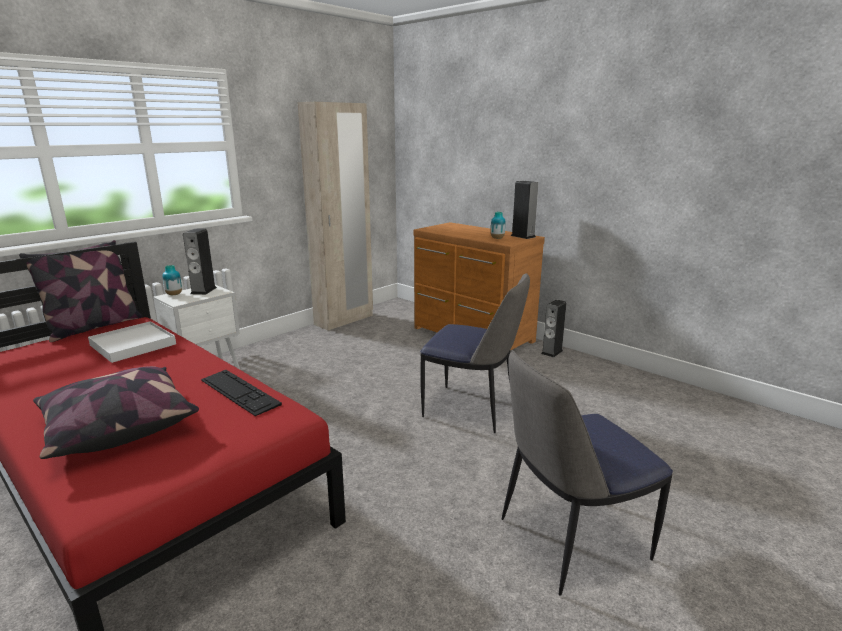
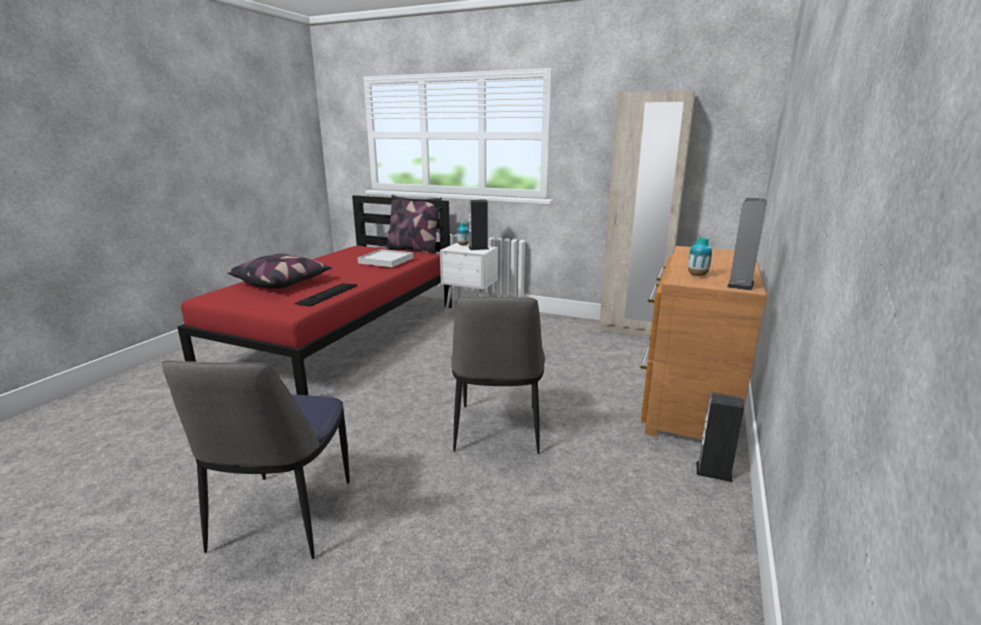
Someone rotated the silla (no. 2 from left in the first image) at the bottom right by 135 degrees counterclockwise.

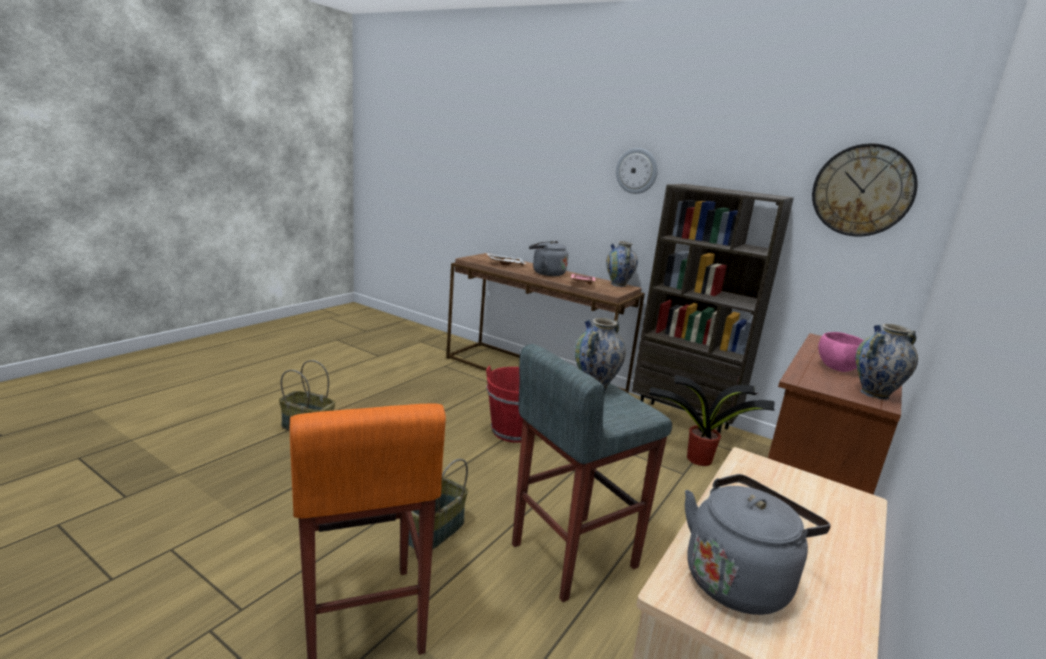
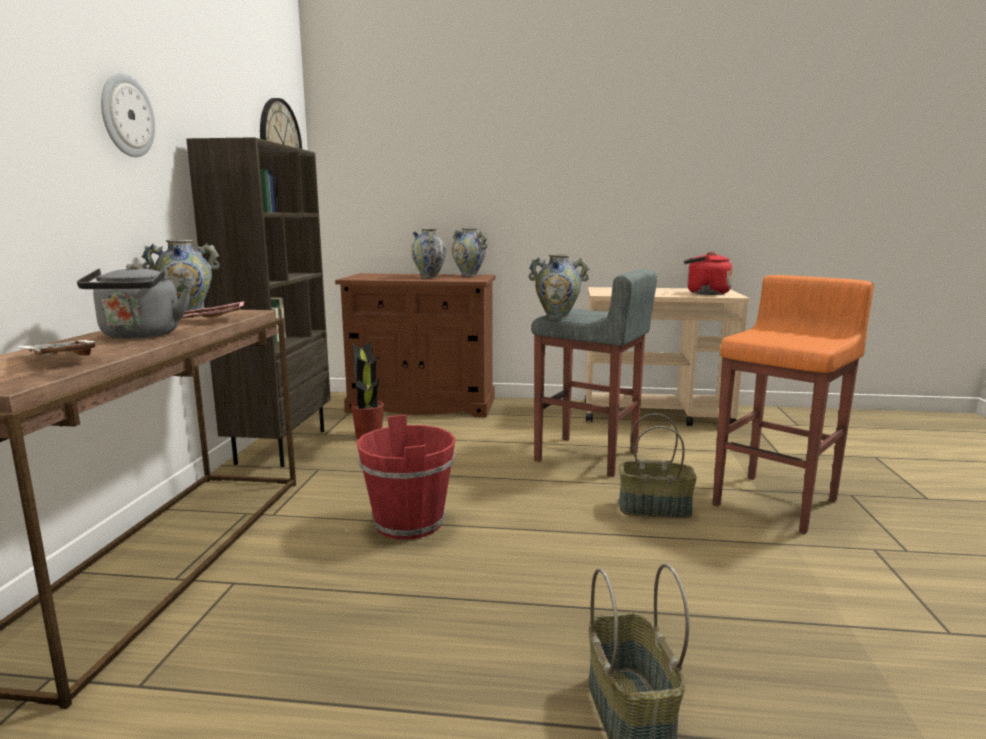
Someone swapped the cuenco/rosa at the middle right for the florero (no. 2 from left) at the centre. Someone repainted the hervidor/gris (no. 2 from left) at the bottom right, which became the hervidor/rojo at the middle right.

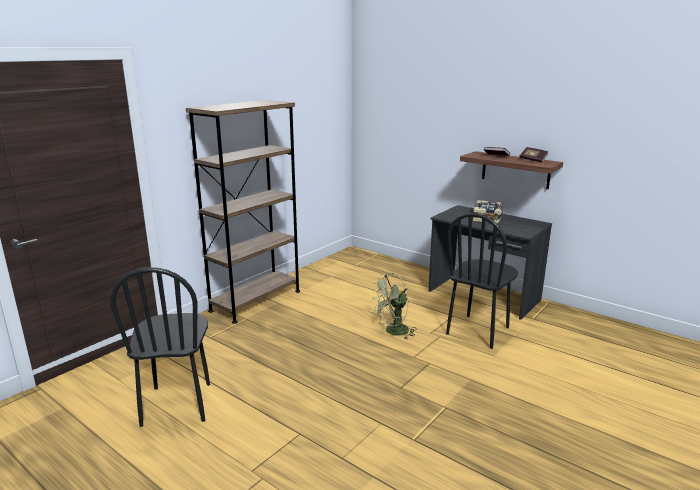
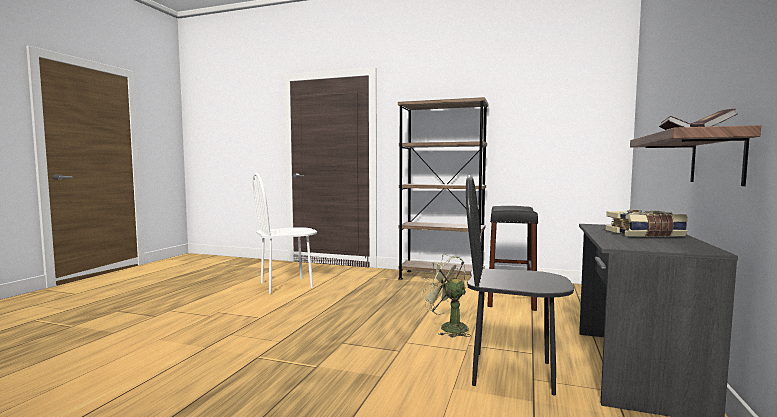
Someone repainted the silla/negro (no. 1 from left) at the bottom left, which became the silla/blanco at the centre. Someone put down the taburete/negro at the centre.

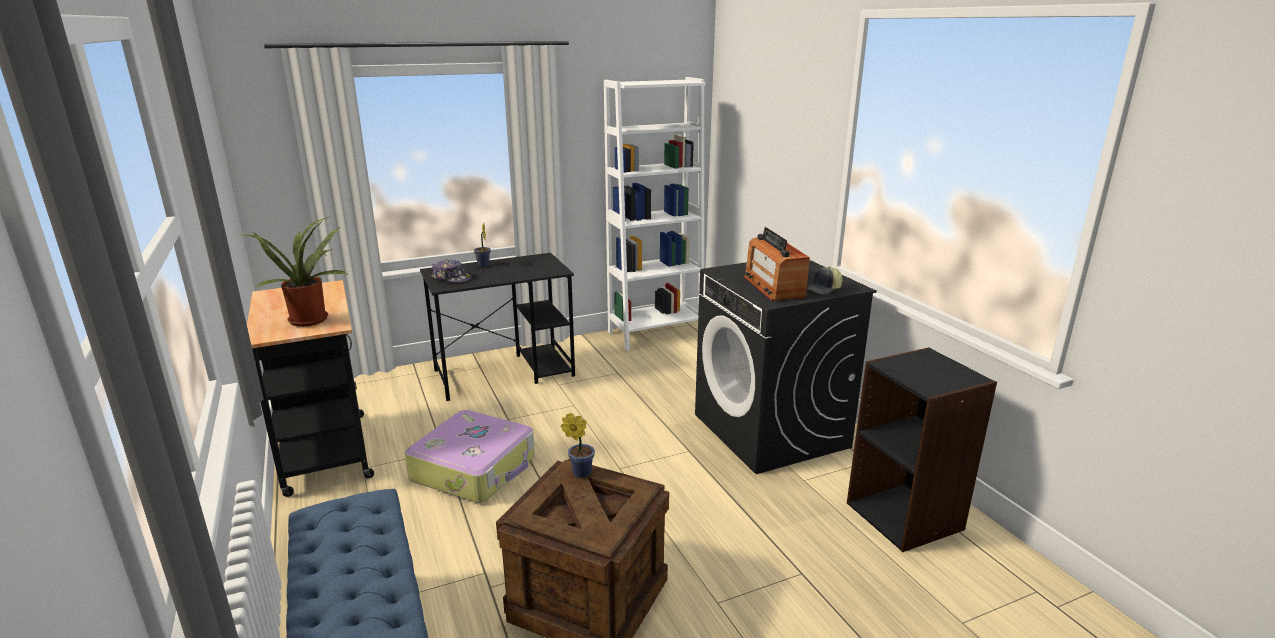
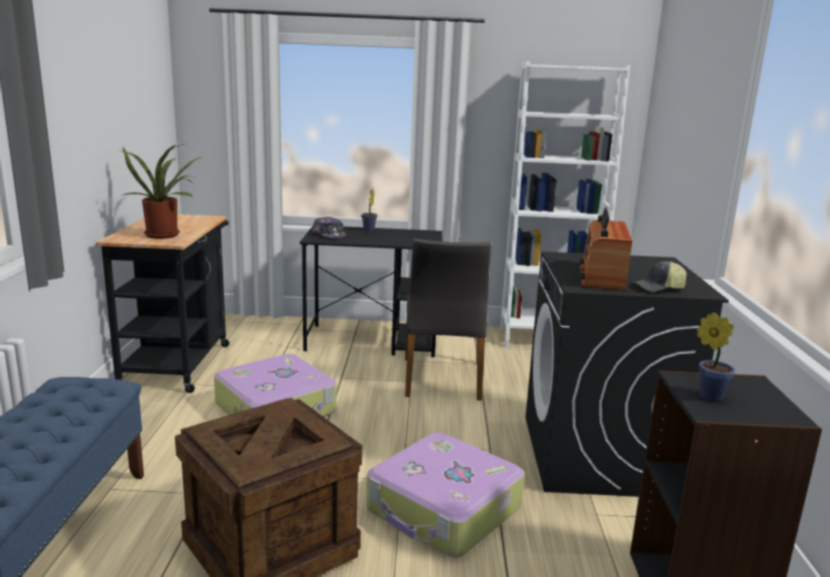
Someone put down the maleta (no. 2 from left) at the bottom centre. Someone put down the silla/gris at the centre. Someone carried the planta en maceta (no. 3 from left) from the bottom centre to the middle right.

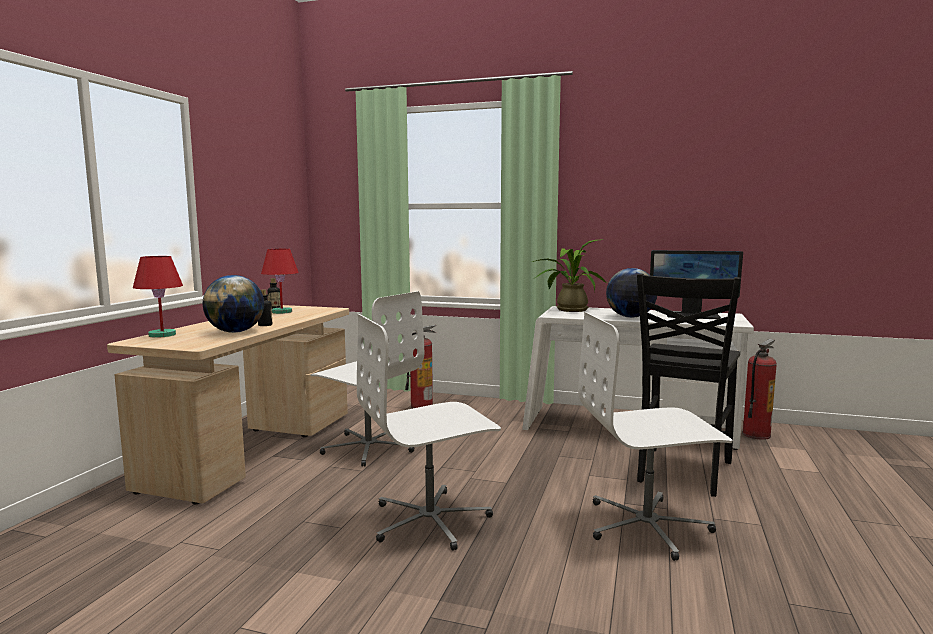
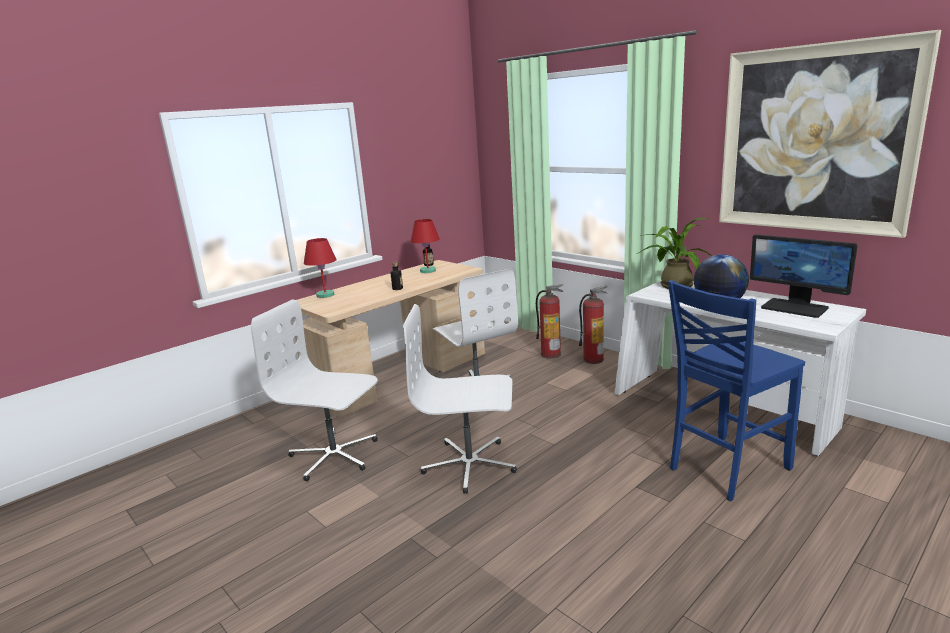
Someone carried the silla de oficina/blanco (no. 3 from left in the first image) from the bottom right to the middle left. Someone carried the extintor (no. 2 from left) from the middle right to the centre. Someone repainted the silla/negro at the middle right, which became the silla/azul at the middle right. Someone put up the cuadro at the top right. Someone took away the globo terráqueo (no. 1 from left) at the middle left.

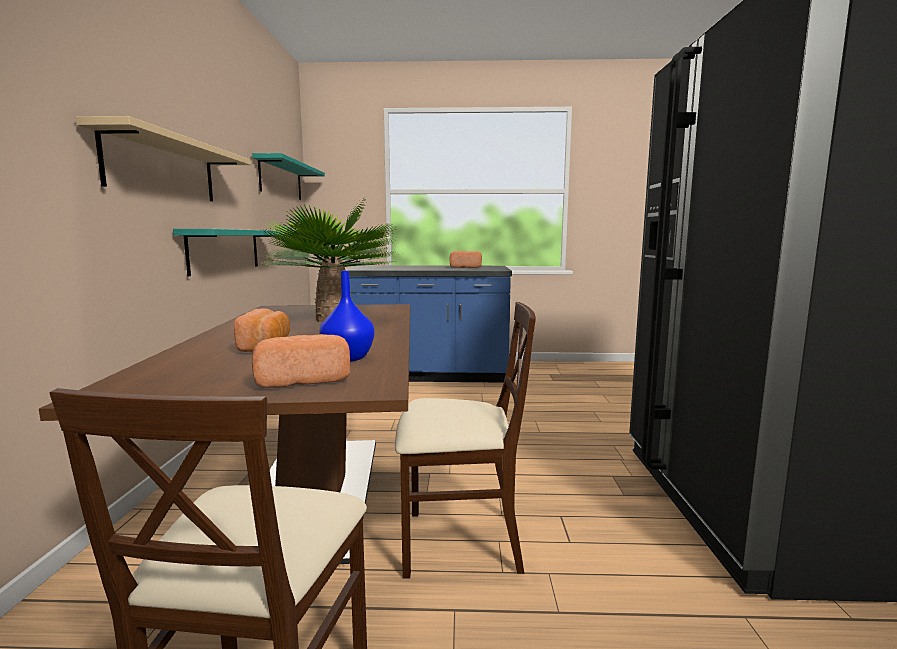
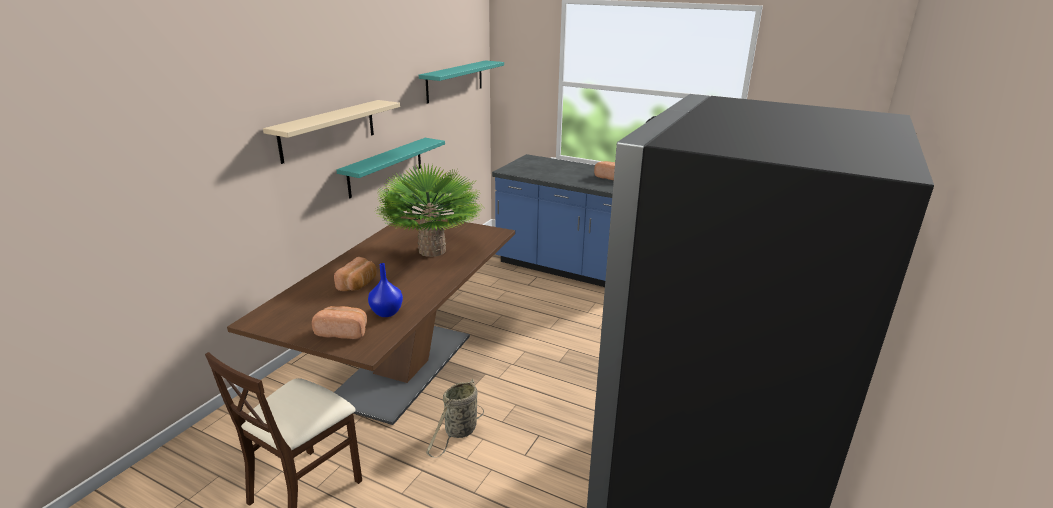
Someone swapped the silla/beis (no. 2 from left) at the bottom centre for the cesta at the bottom centre.

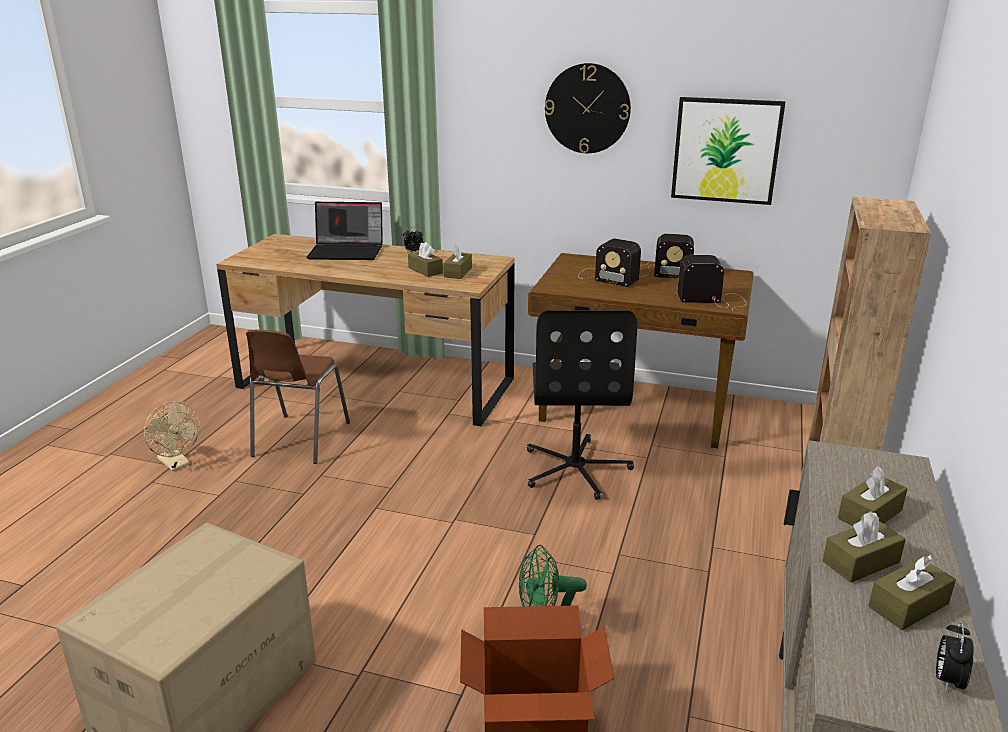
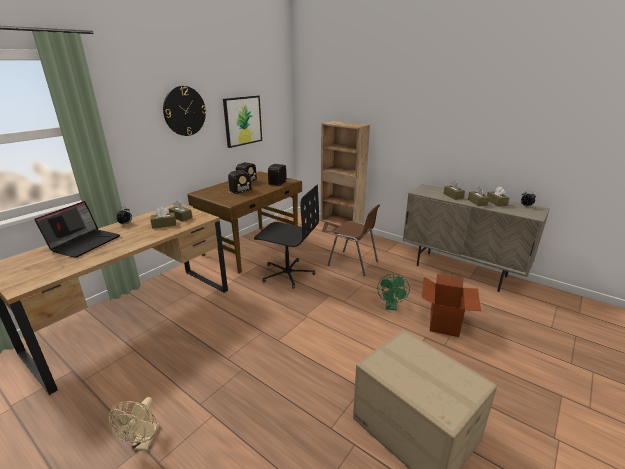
Someone rotated the ventilador/beis at the middle left by 120 degrees clockwise. Someone carried the silla/marrón from the middle left to the centre.

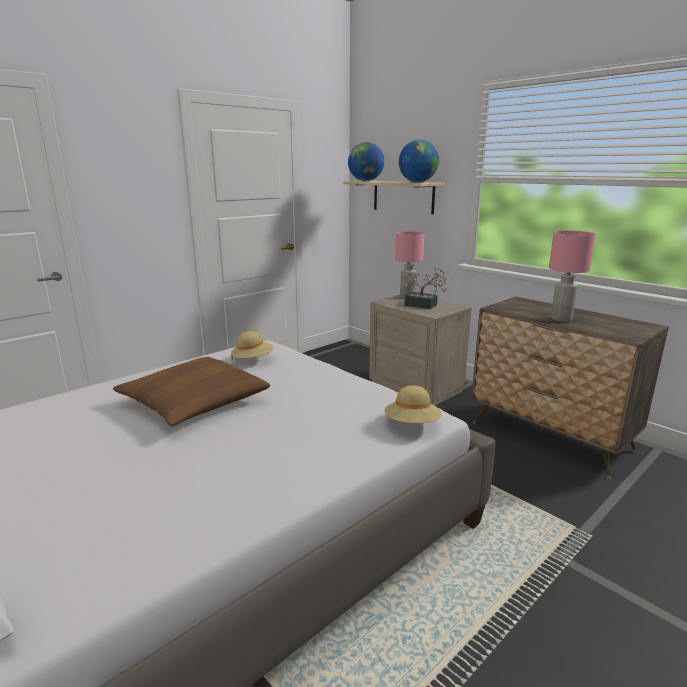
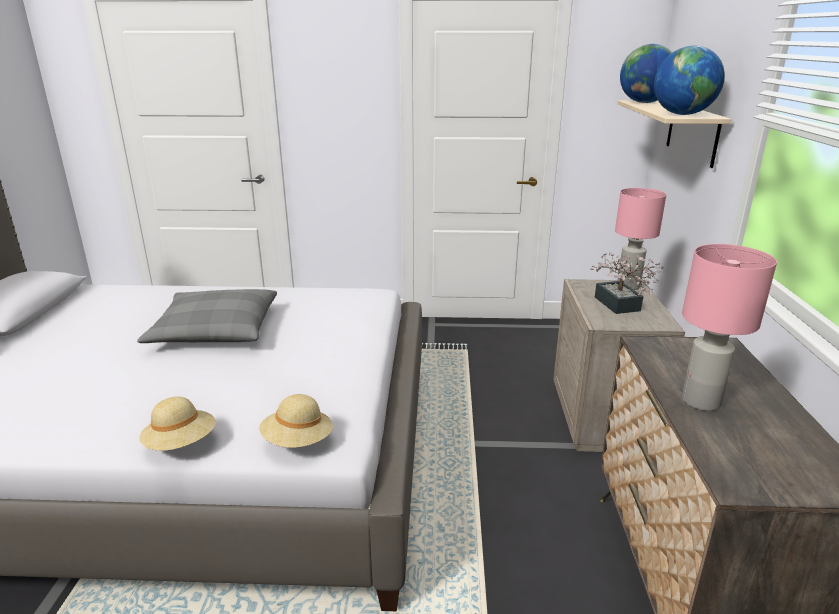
Someone repainted the cojín/marrón at the middle left, which became the cojín/gris at the middle left. Someone carried the sombrero/beis (no. 1 from left) from the centre to the bottom left.

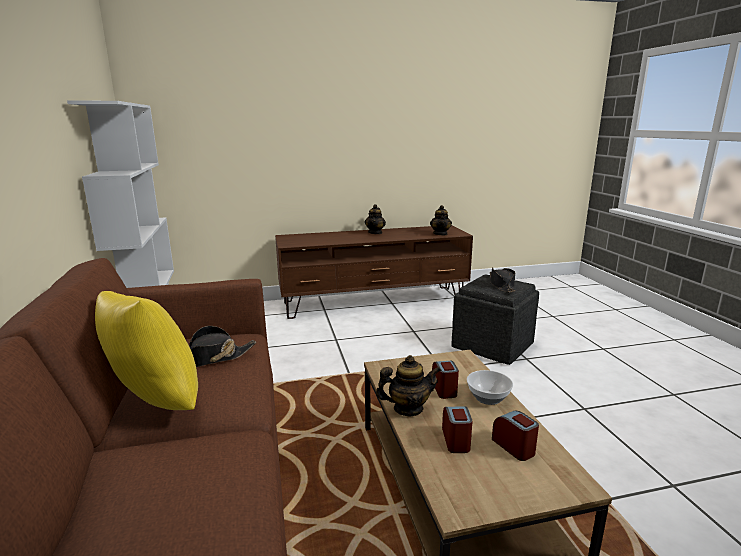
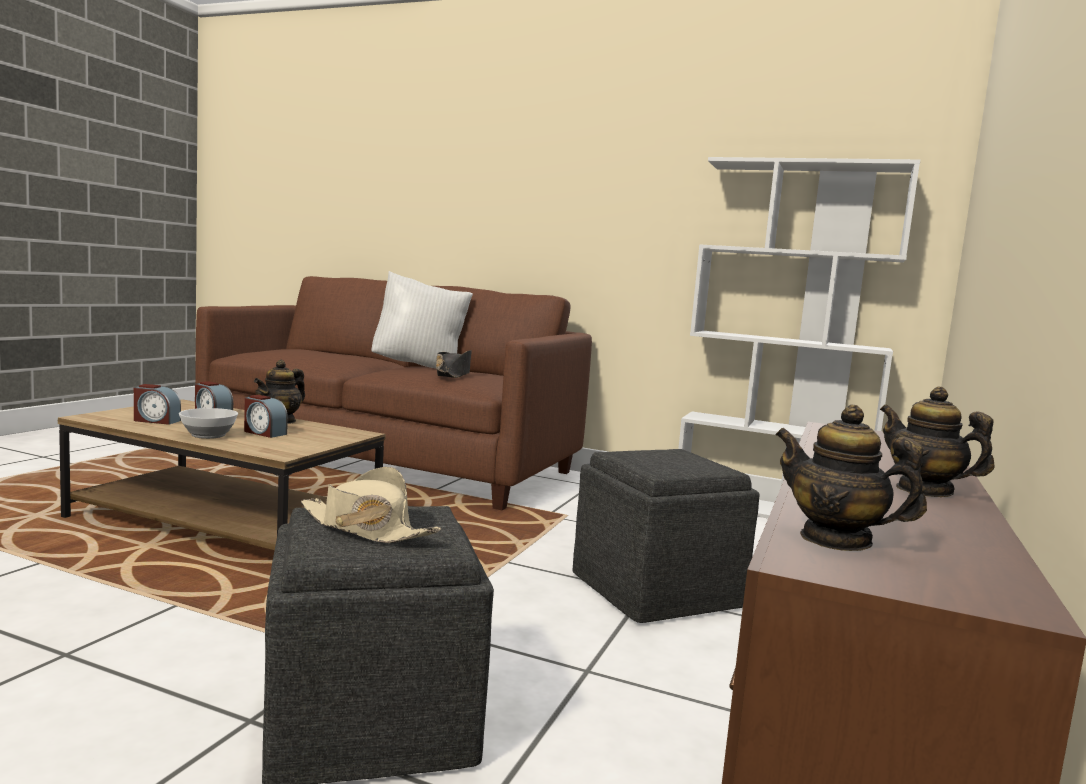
Someone repainted the sombrero/negro (no. 2 from left) at the middle right, which became the sombrero/beis at the centre. Someone repainted the cojín/amarillo at the middle left, which became the cojín/blanco at the centre. Someone put down the puf/gris (no. 2 from left) at the bottom centre.

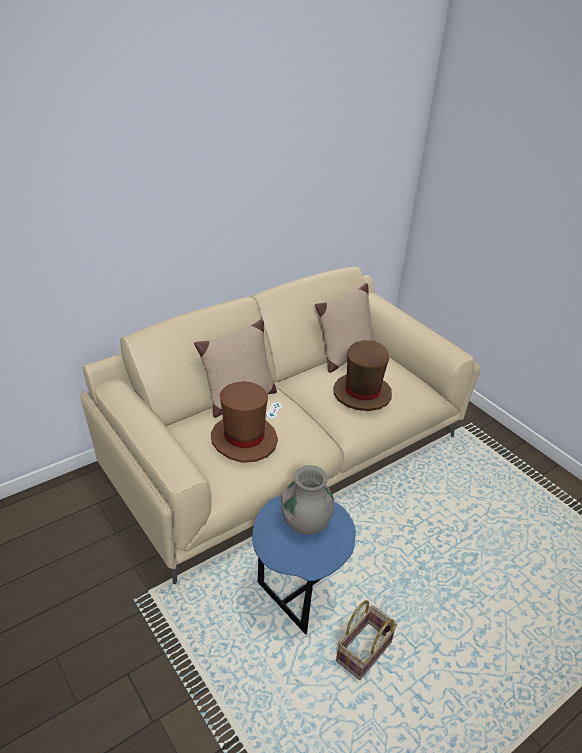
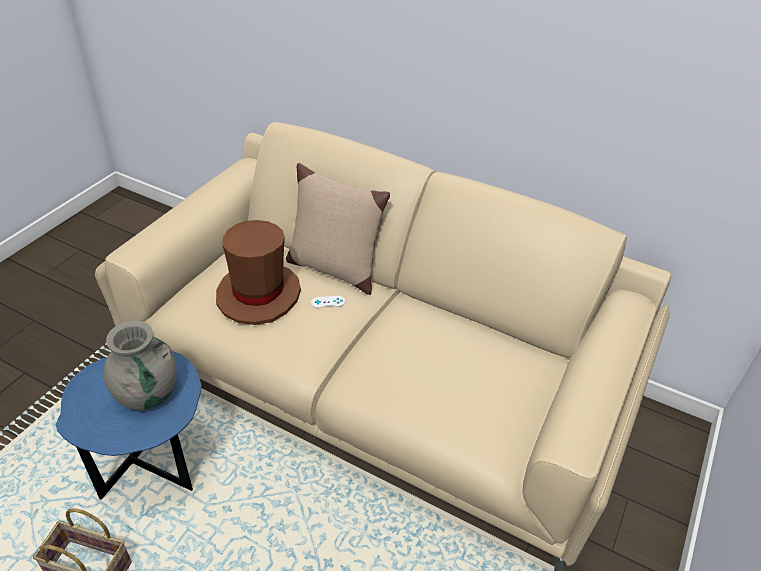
Someone took away the cojín/beis (no. 2 from left) at the centre. Someone took away the sombrero/marrón (no. 2 from left) at the centre.

